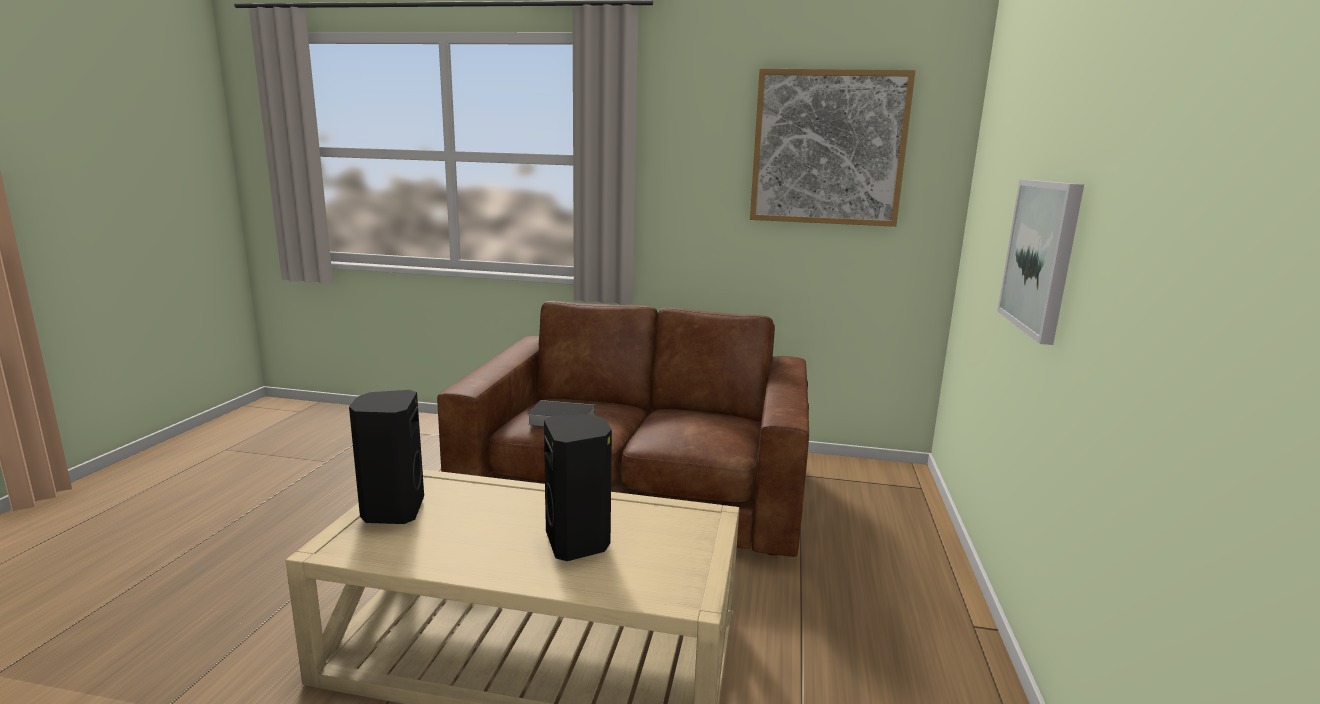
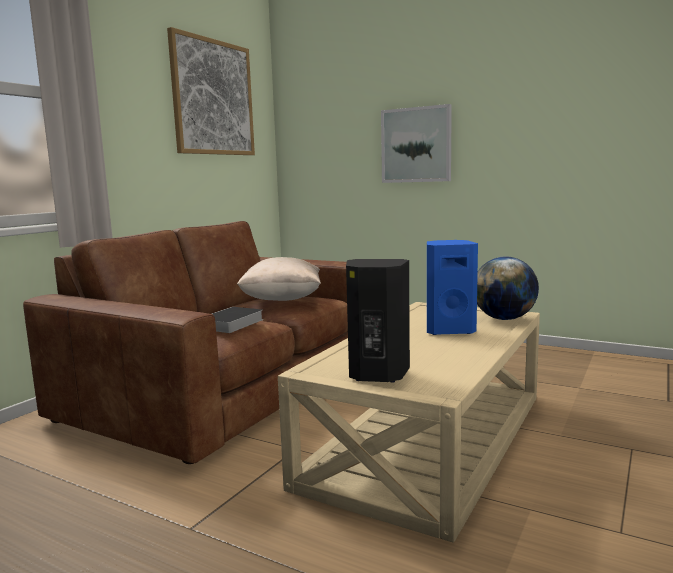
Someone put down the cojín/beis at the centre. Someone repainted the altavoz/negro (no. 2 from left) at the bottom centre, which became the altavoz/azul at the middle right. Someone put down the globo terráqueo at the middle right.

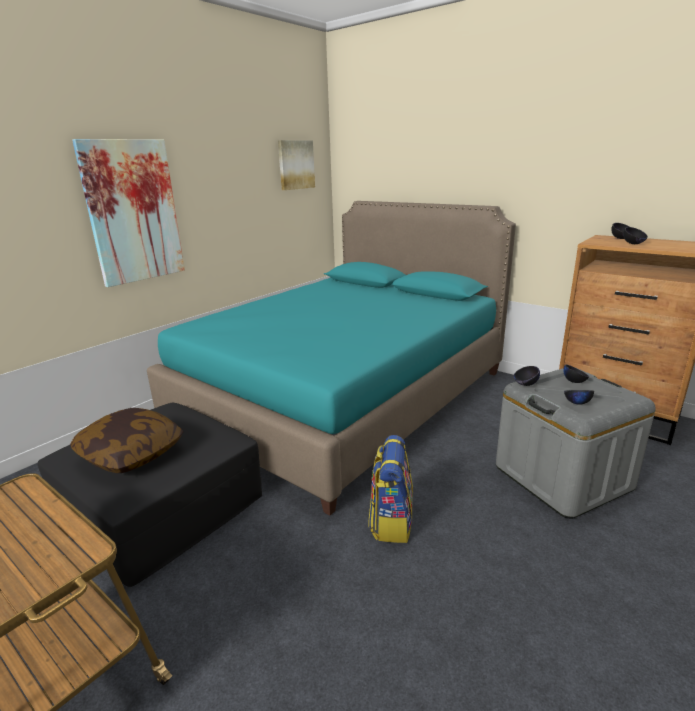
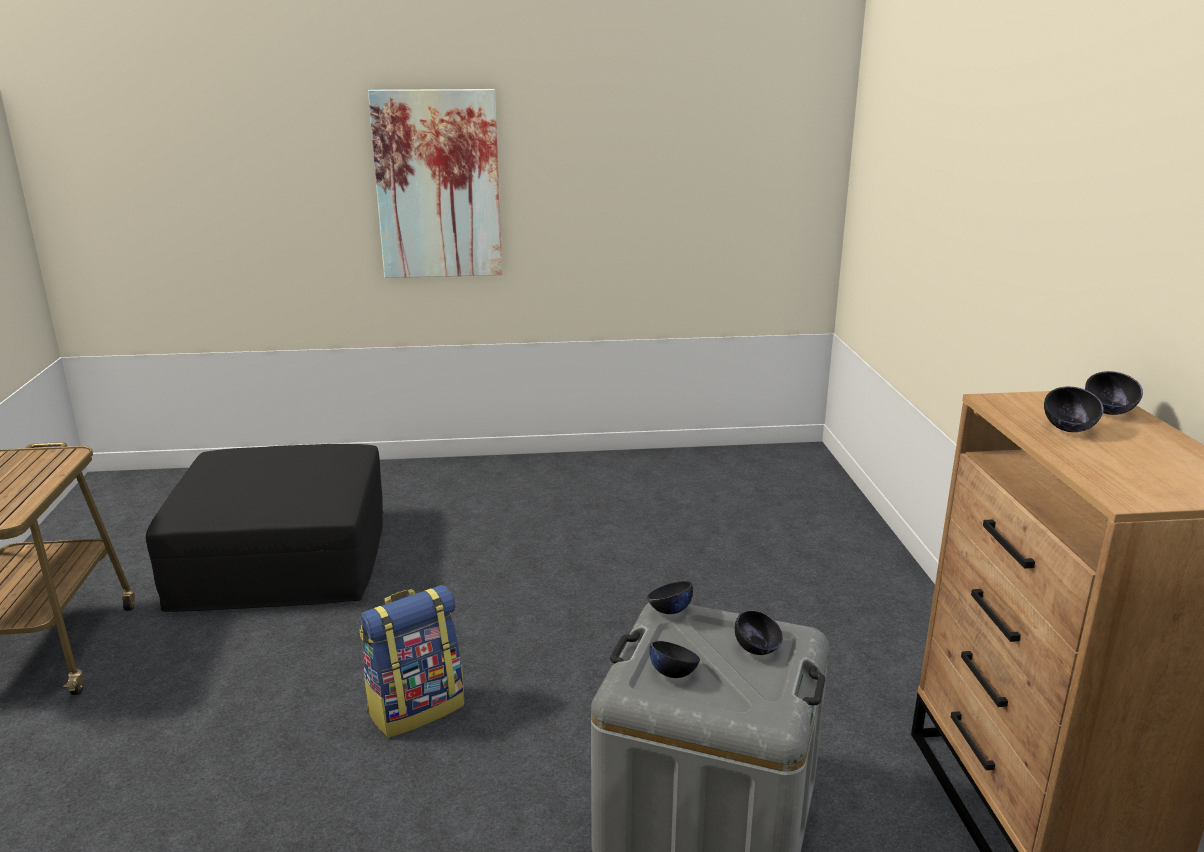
Someone took away the cojín at the middle left. Someone took away the cama/turquesa at the centre. Someone took away the cuadro (no. 2 from left) at the top centre.

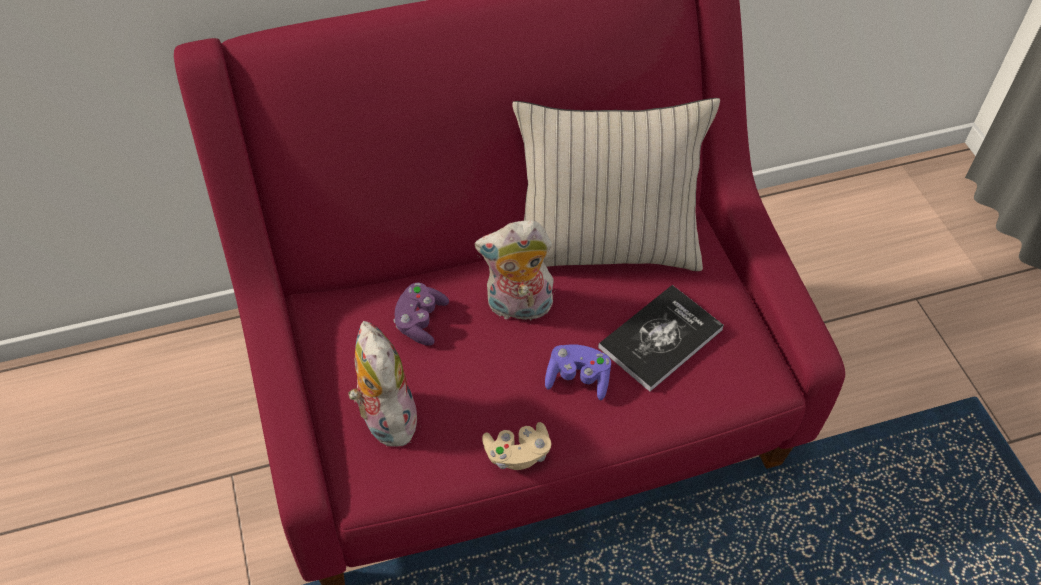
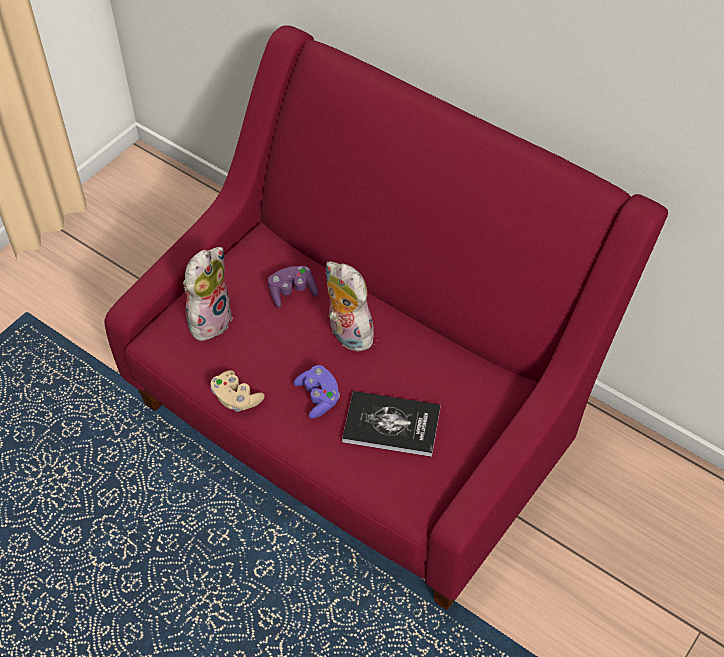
Someone took away the cojín/beis at the top centre.

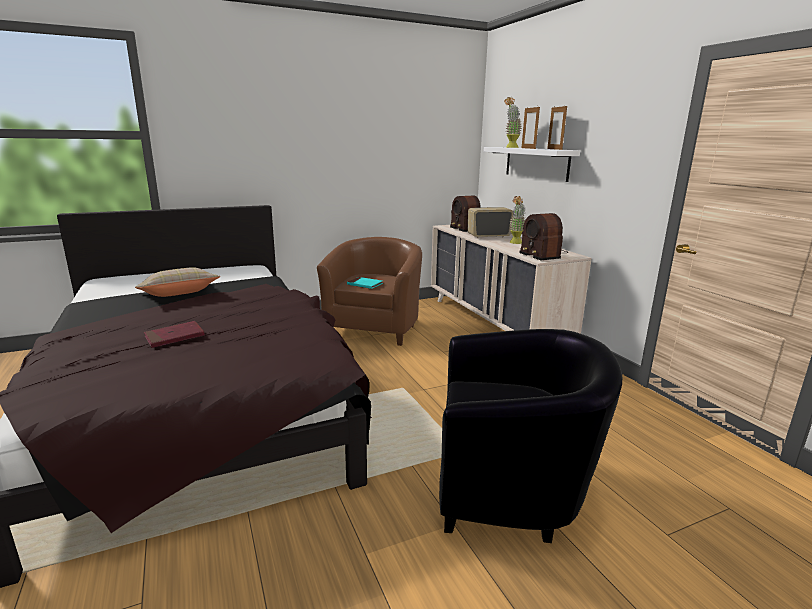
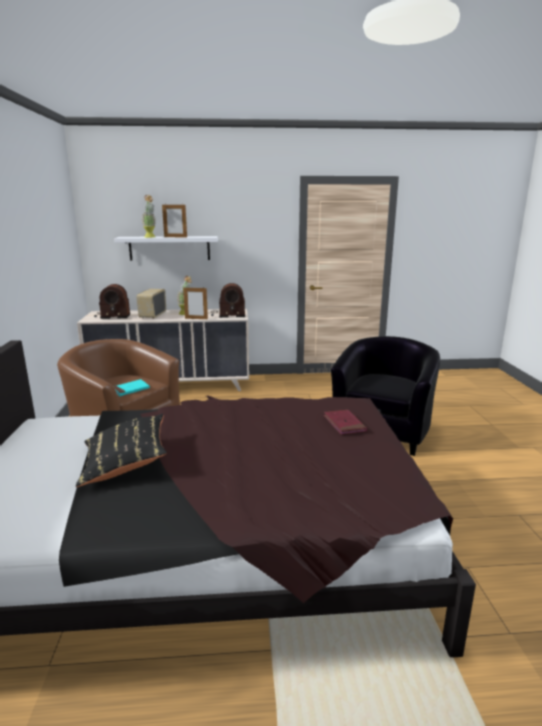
Someone repainted the cojín/beis at the middle left, which became the cojín/negro at the middle left. Someone carried the portarretratos (no. 2 from left) from the top right to the centre. Someone carried the libro/rojo from the middle left to the centre.

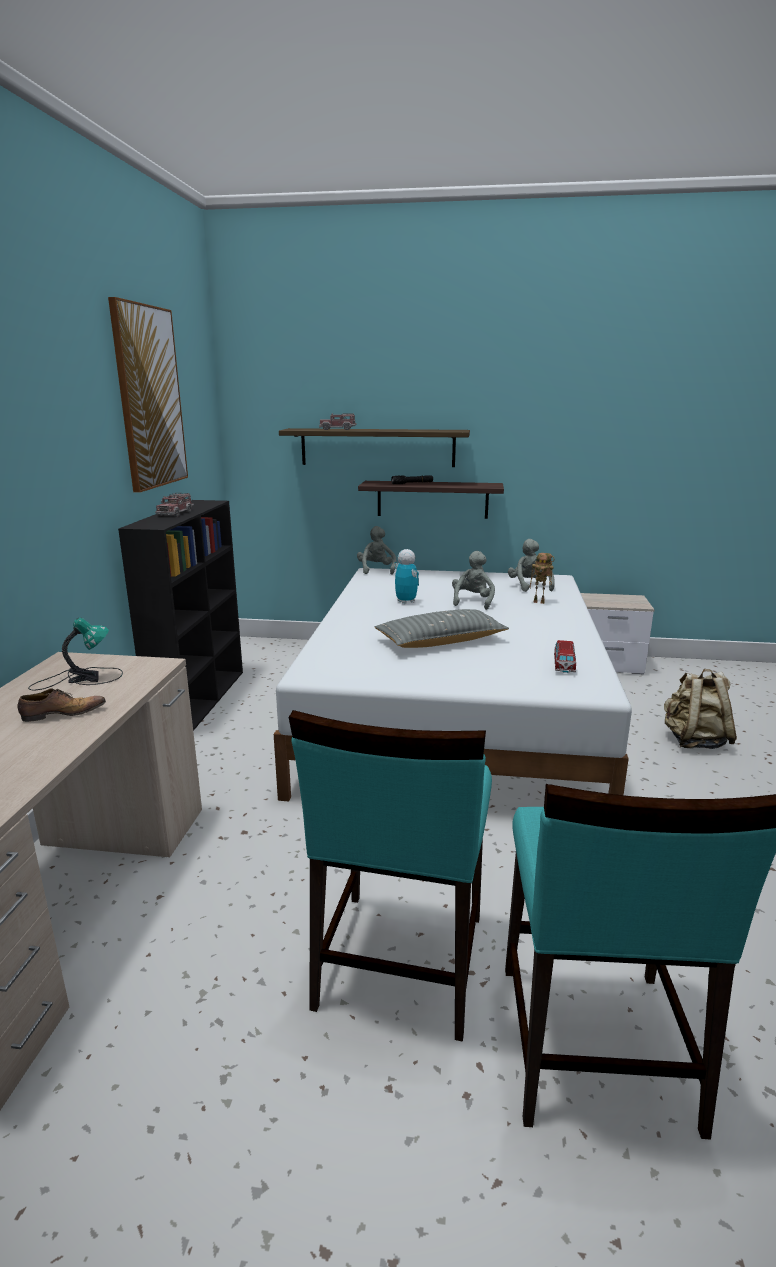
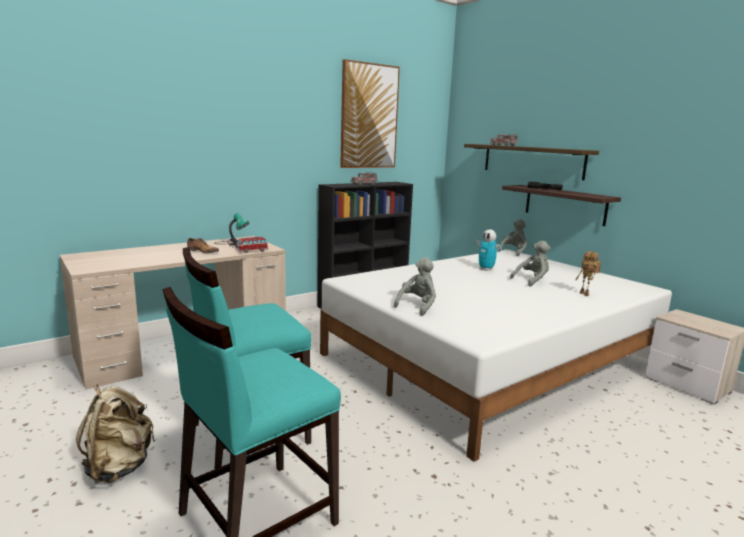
Someone carried the mochila/beis from the middle right to the bottom left. Someone carried the coche de juguete from the middle right to the centre. Someone carried the peluche/gris (no. 3 from left in the first image) from the middle right to the centre. Someone rotated the robot de juguete (no. 1 from left) at the centre by 120 degrees clockwise. Someone took away the cojín/gris at the centre.

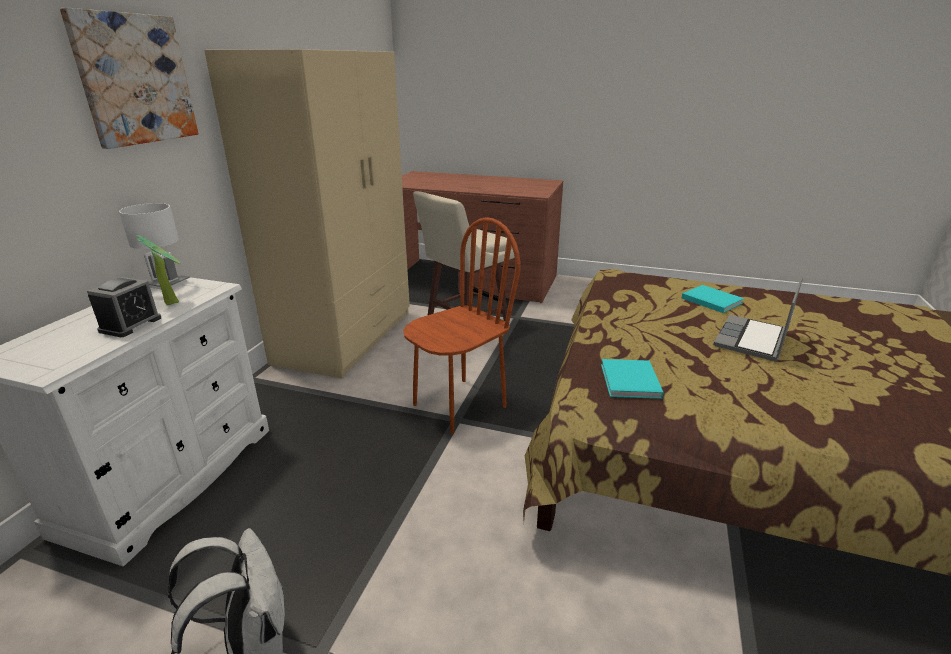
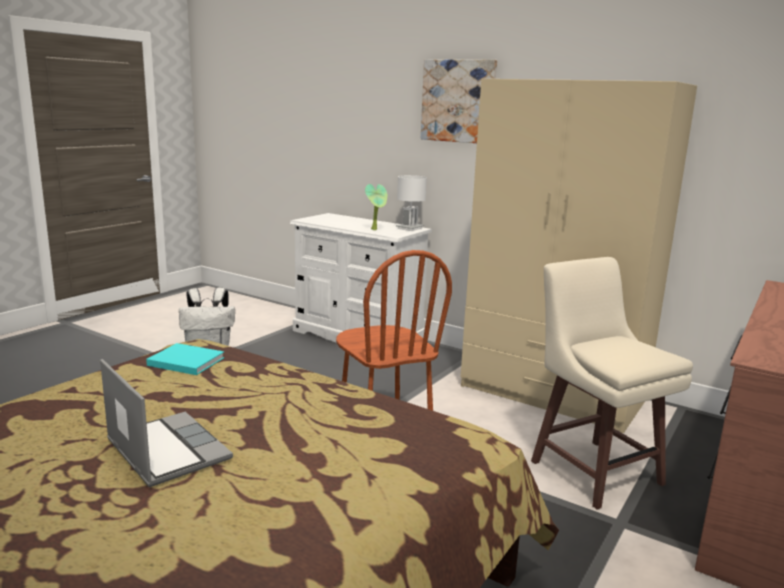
Someone took away the despertador at the middle left. Someone took away the libro/turquesa (no. 2 from left) at the middle right.

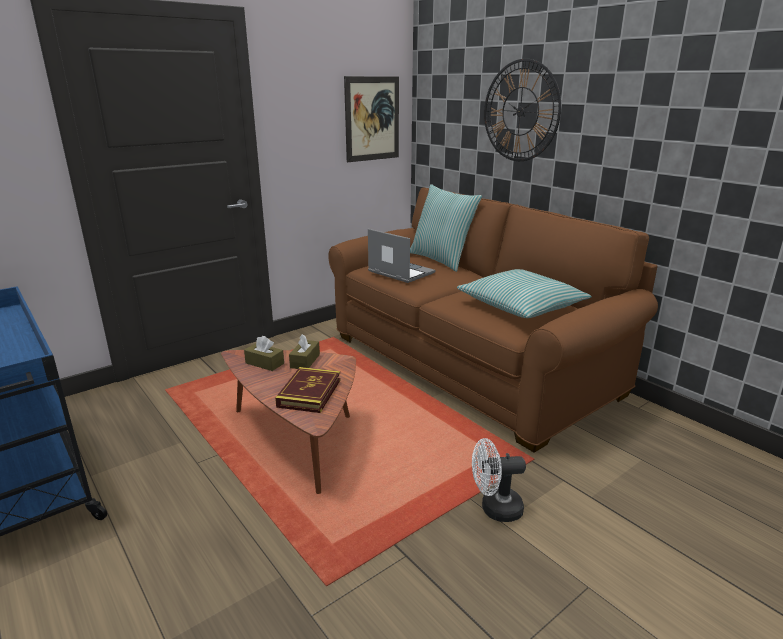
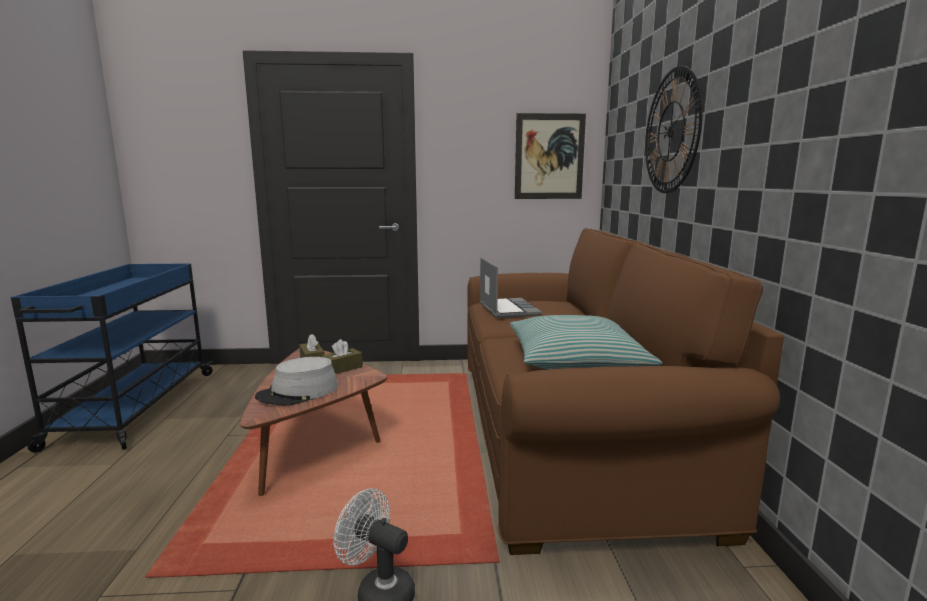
Someone swapped the libro at the centre for the sombrero/gris at the middle left. Someone took away the cojín (no. 1 from left) at the centre.

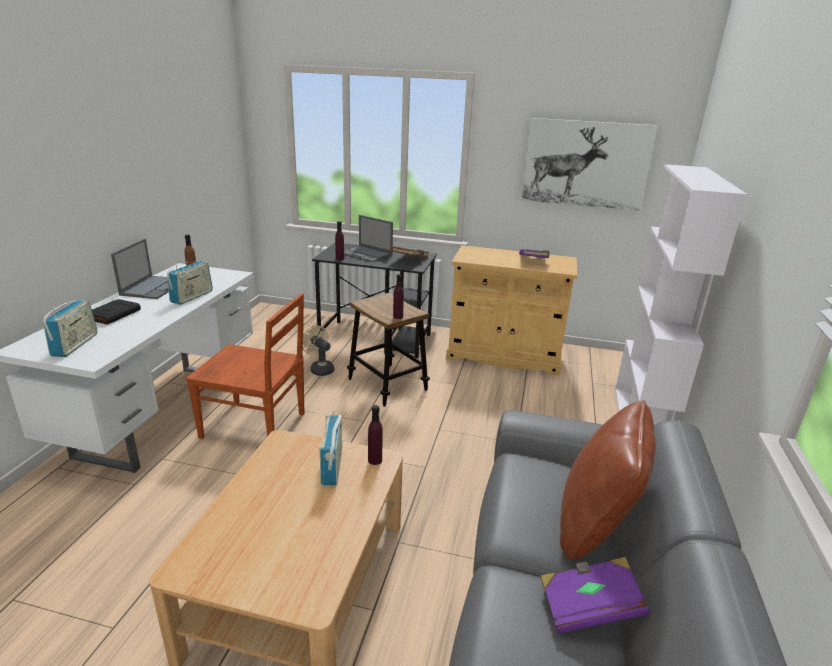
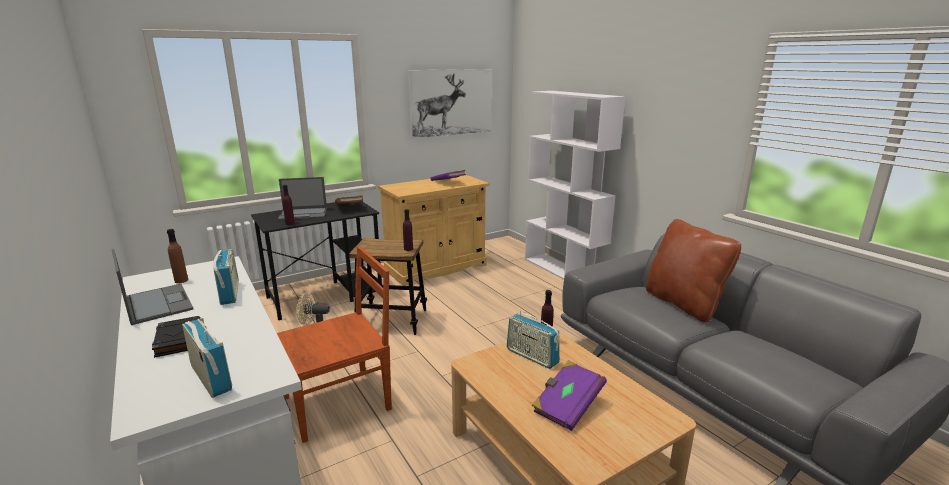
Someone carried the libro/morado (no. 2 from left) from the bottom right to the bottom centre.

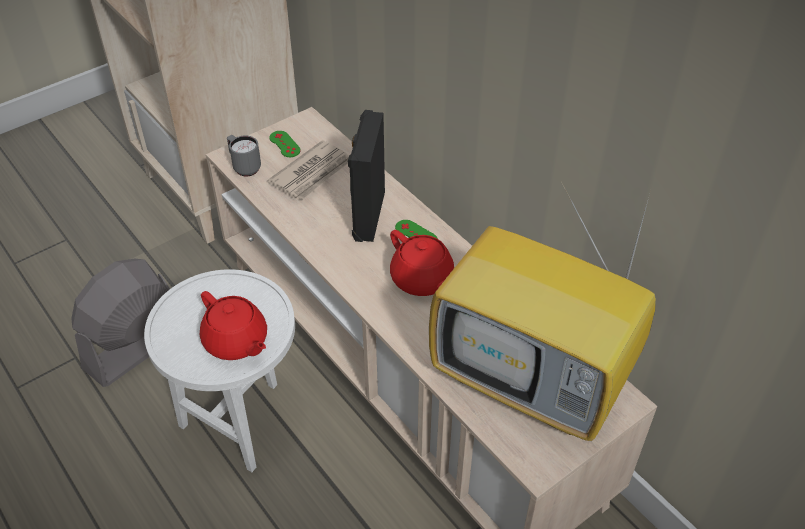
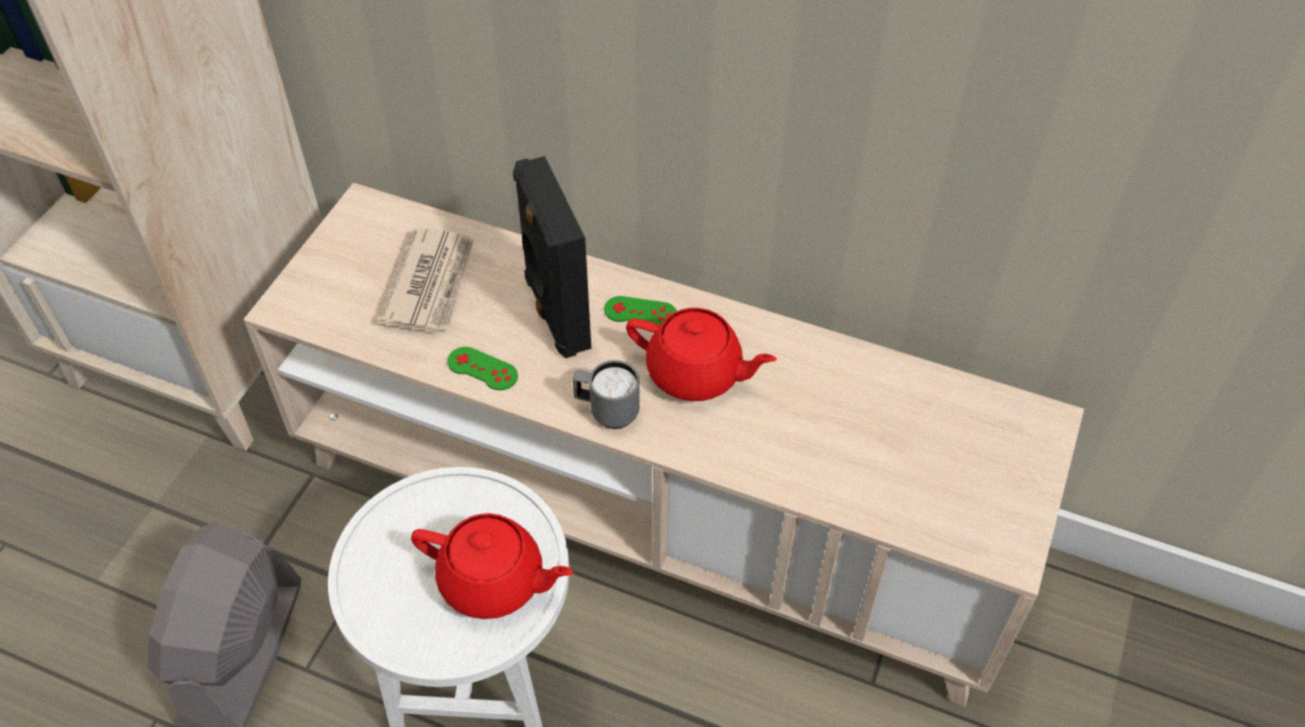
Someone carried the mando de consola/verde (no. 1 from left) from the top centre to the centre. Someone carried the taza grande/gris from the top left to the centre. Someone took away the televisor at the middle right.

